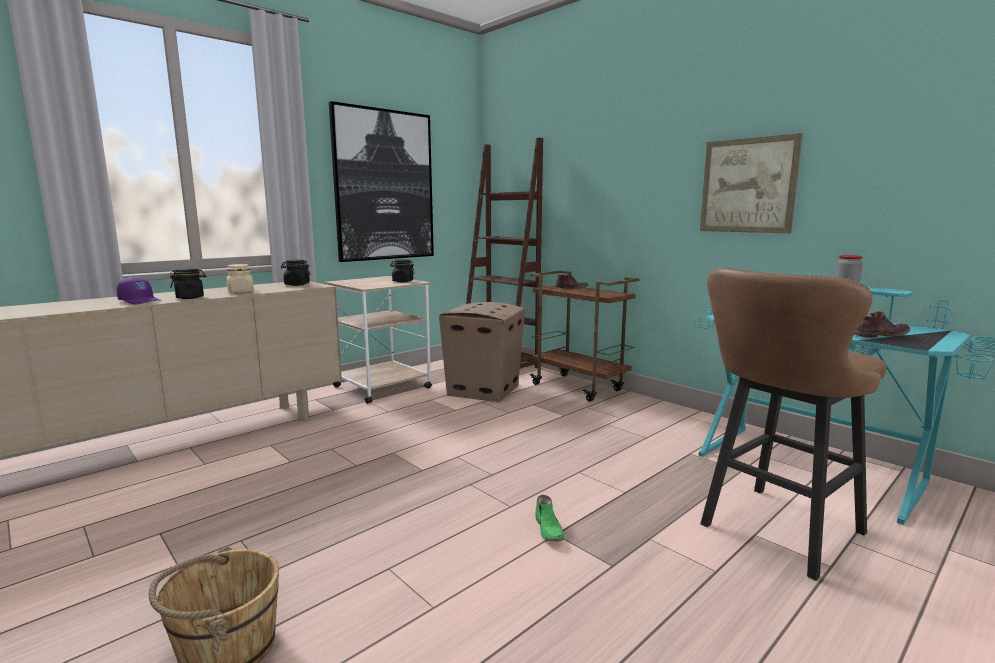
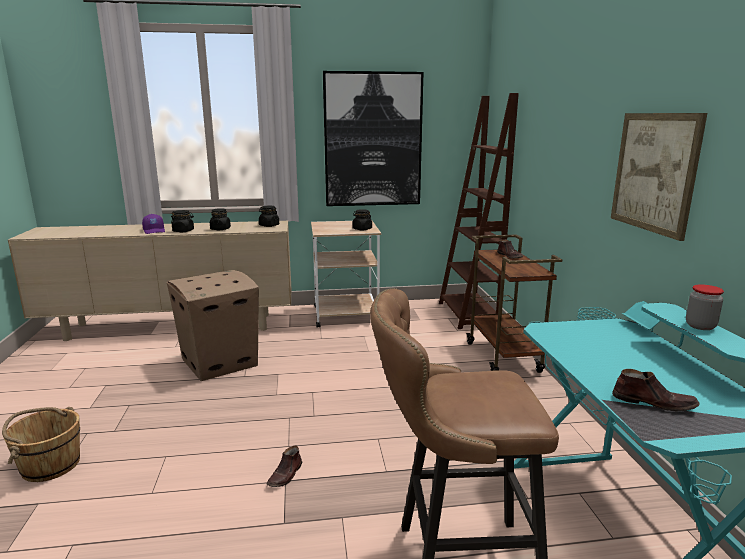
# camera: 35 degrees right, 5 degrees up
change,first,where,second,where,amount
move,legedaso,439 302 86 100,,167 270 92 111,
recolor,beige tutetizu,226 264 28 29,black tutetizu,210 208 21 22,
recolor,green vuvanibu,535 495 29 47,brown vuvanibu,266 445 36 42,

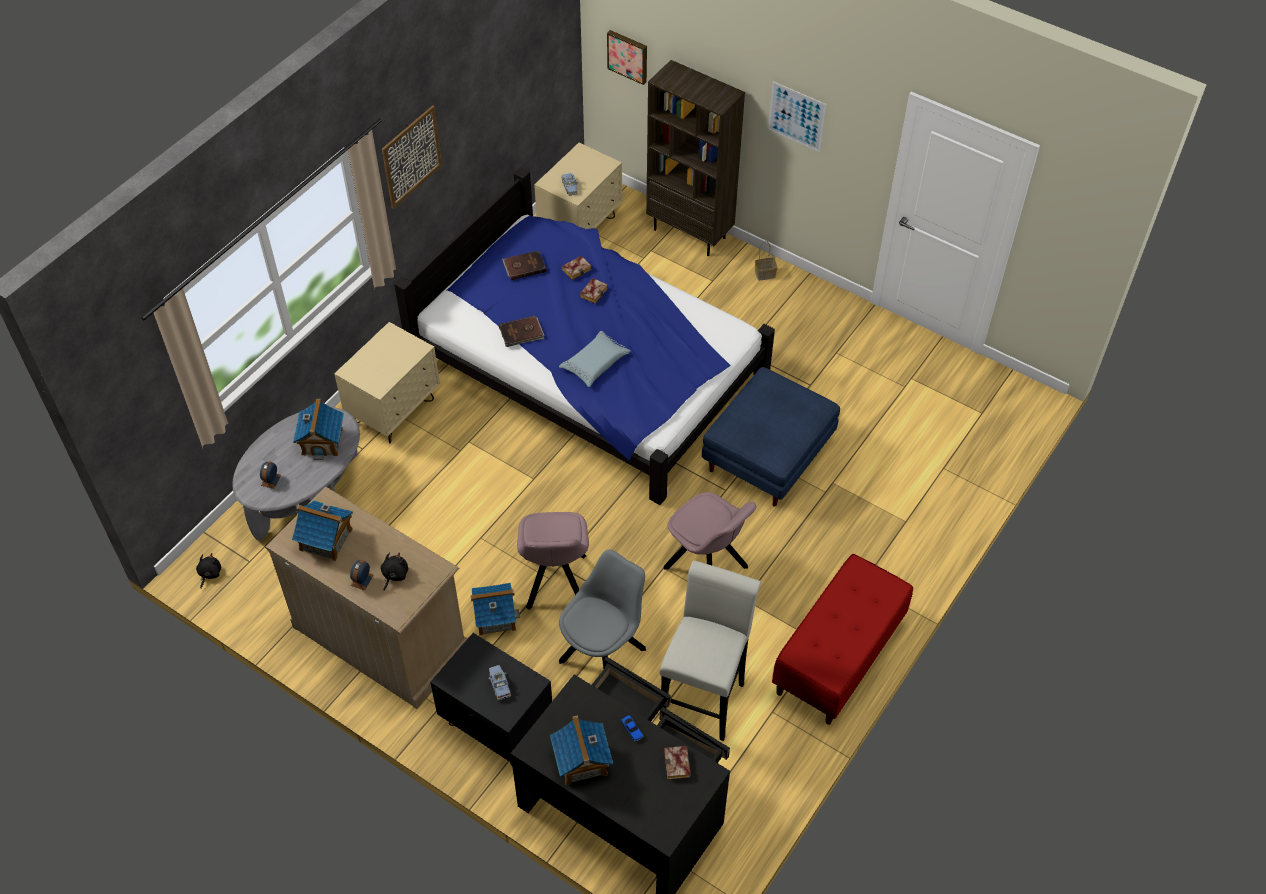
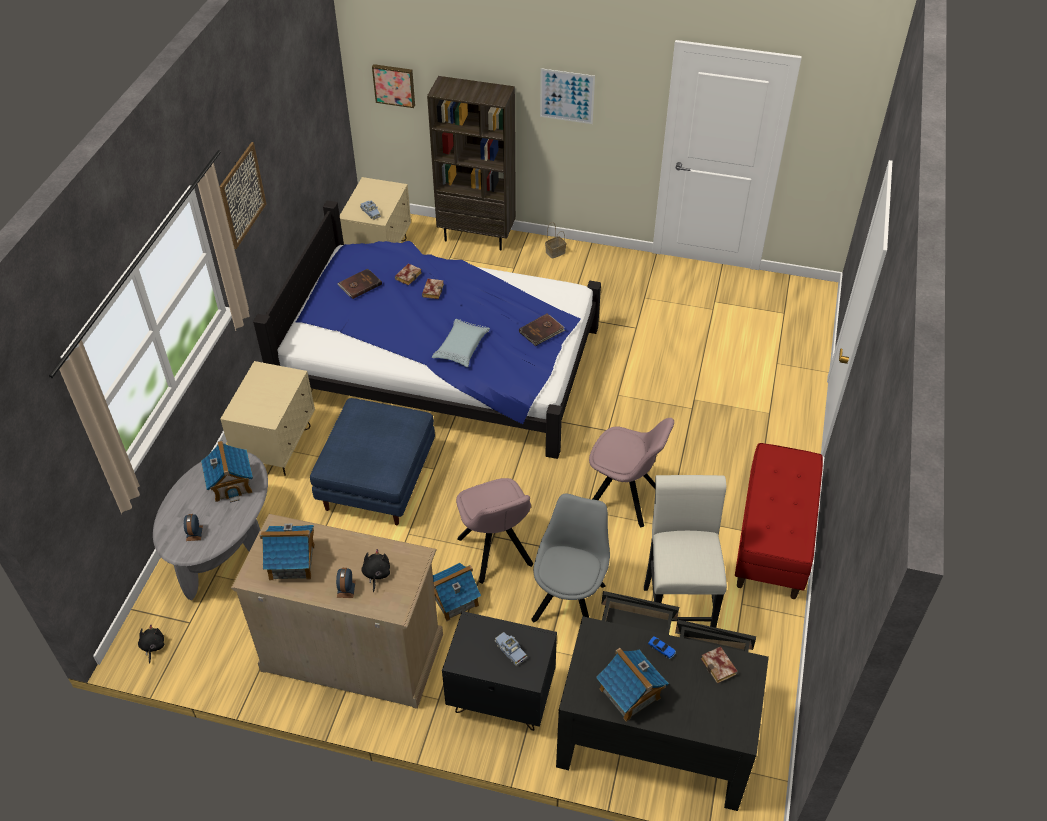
# camera: 20 degrees left, 5 degrees down
change,first,where,second,where,amount
move,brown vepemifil,499 316 46 31,,519 314 46 32,
move,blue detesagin,702 367 138 140,,310 398 125 127,

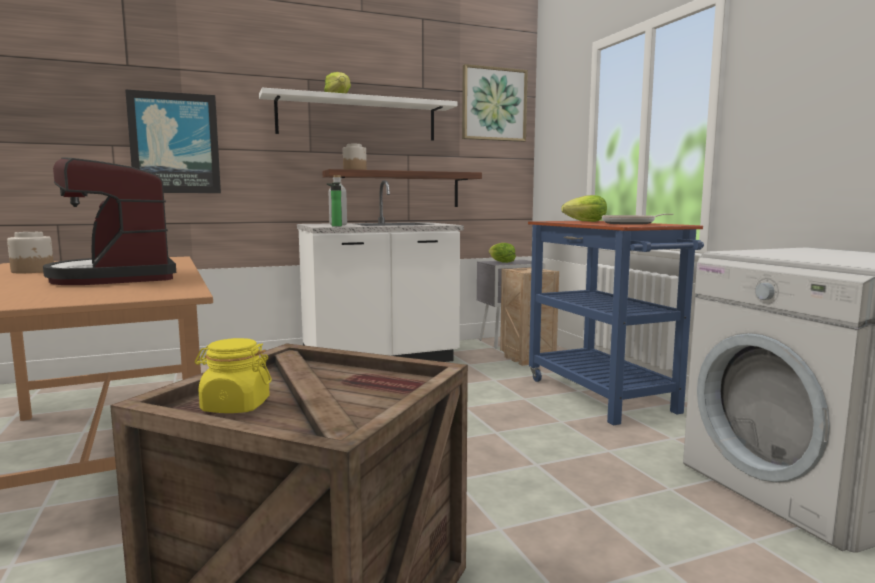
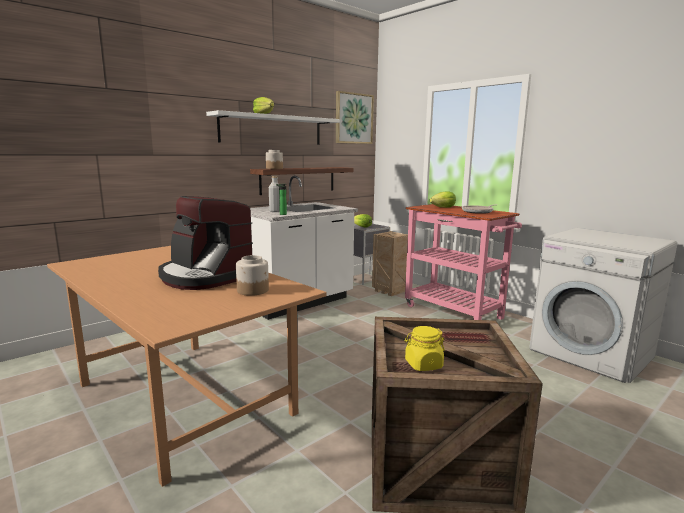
# camera: 20 degrees left, 5 degrees up
change,first,where,second,where,amount
delete,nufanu,125 89 96 104,,,
move,tutetizu,7 232 46 41,,236 255 33 41,
recolor,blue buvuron,528 221 176 204,pink buvuron,405 204 117 116,

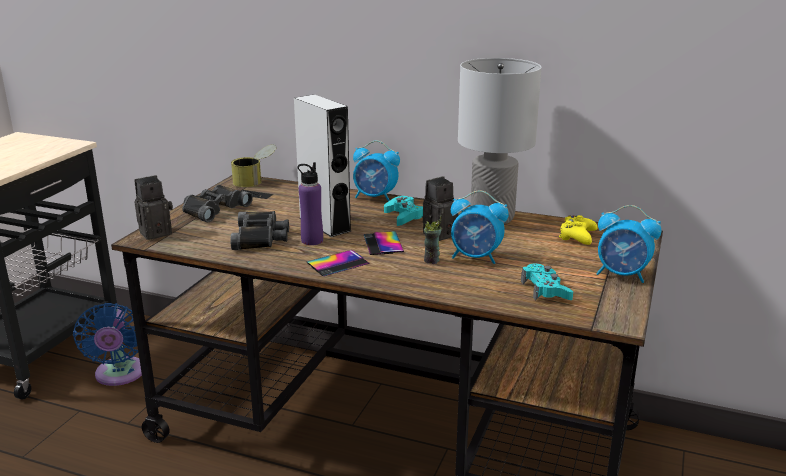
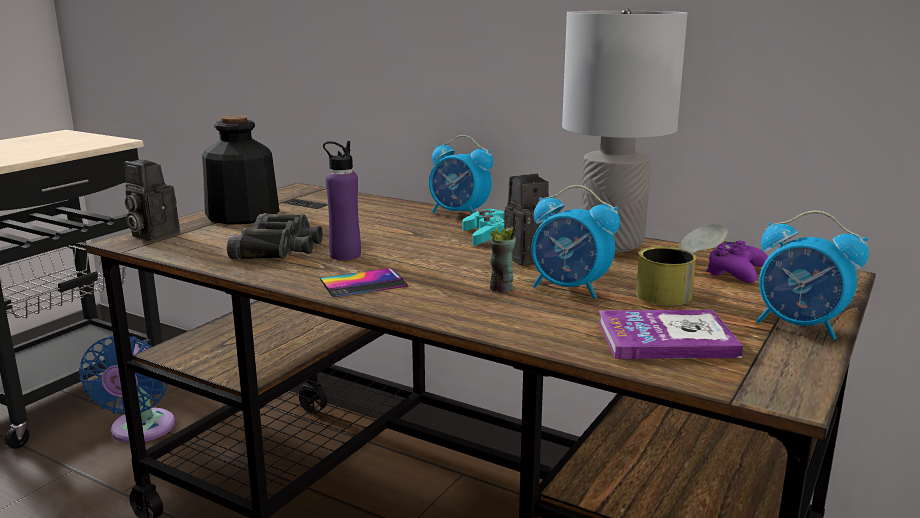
# camera: 10 degrees right, 5 degrees down
change,first,where,second,where,amount
delete,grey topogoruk,294 94 57 143,,,
delete,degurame,364 231 40 24,,,
move,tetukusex,231 144 46 43,,636 224 93 82,
replace,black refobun,182 185 71 37,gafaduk,202 115 77 110,
replace,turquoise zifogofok,521 263 52 38,vepemifil,598 310 145 49,
recolor,yellow zifogofok,559 215 39 30,purple zifogofok,706 241 62 42,
rotate,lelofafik,134 175 39 65,,124 160 56 81,120 degrees counterclockwise

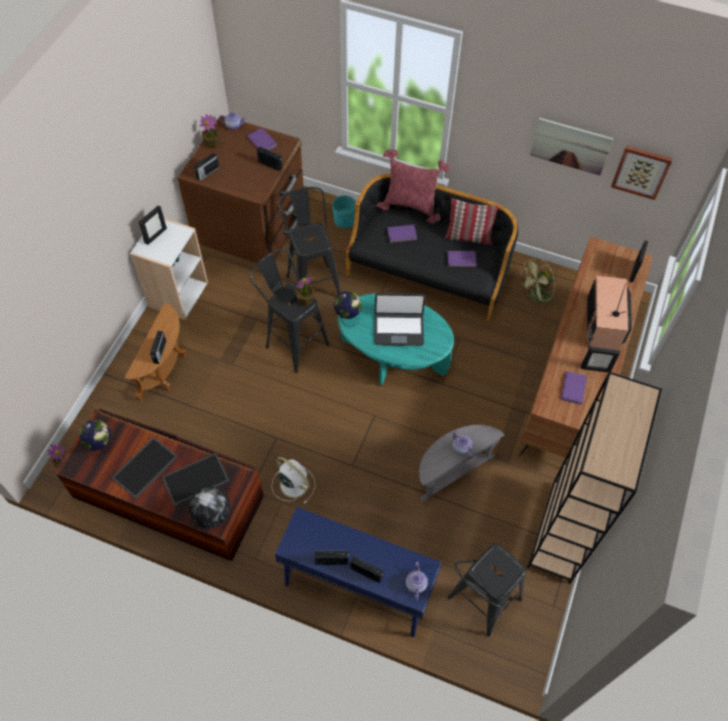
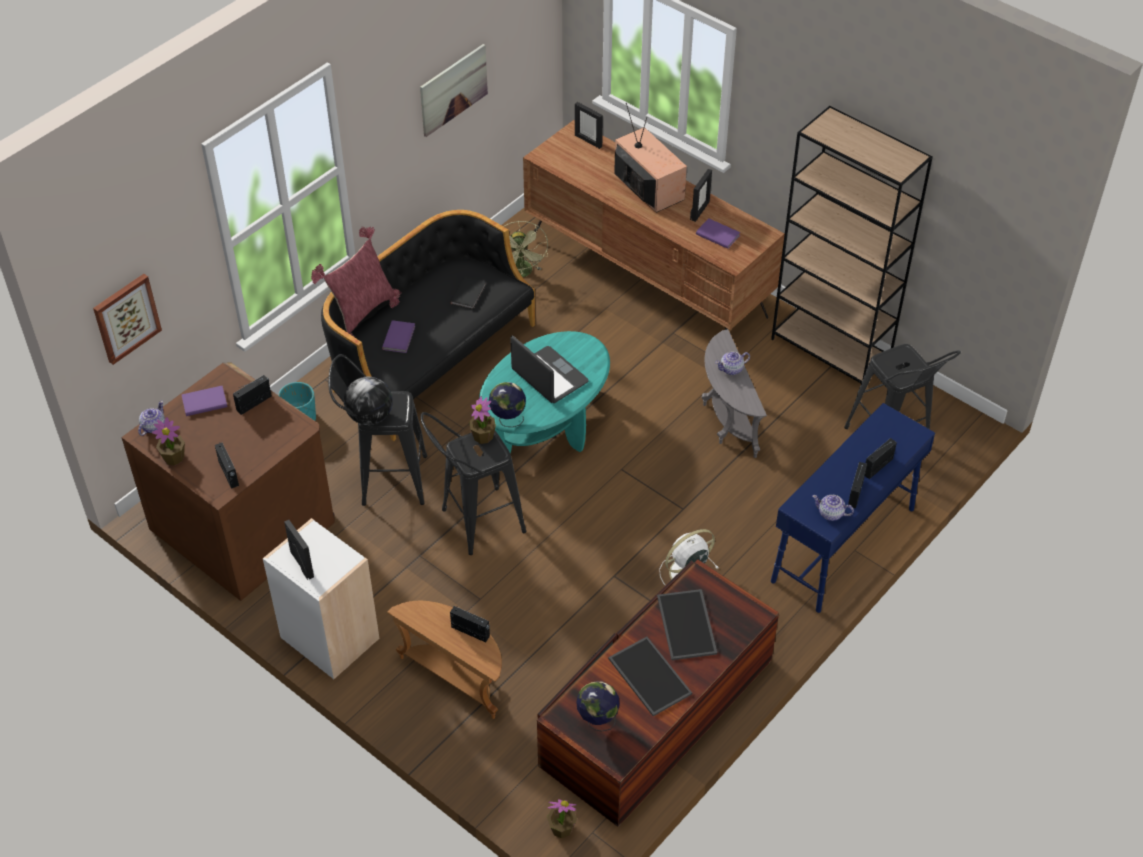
# camera: 70 degrees left, 10 degrees down
change,first,where,second,where,amount
delete,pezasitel,445 199 54 46,,,
move,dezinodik,189 487 41 41,,344 377 49 48,
move,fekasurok,406 562 22 38,,812 495 42 26,
move,nufanu,611 145 62 55,,93 274 69 91,
recolor,purple vepemifil,447 251 30 16,black vepemifil,450 277 36 33,
rotate,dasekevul,374 293 52 53,,510 335 79 68,60 degrees counterclockwise
rotate,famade,587 276 45 75,,614 103 73 110,150 degrees counterclockwise

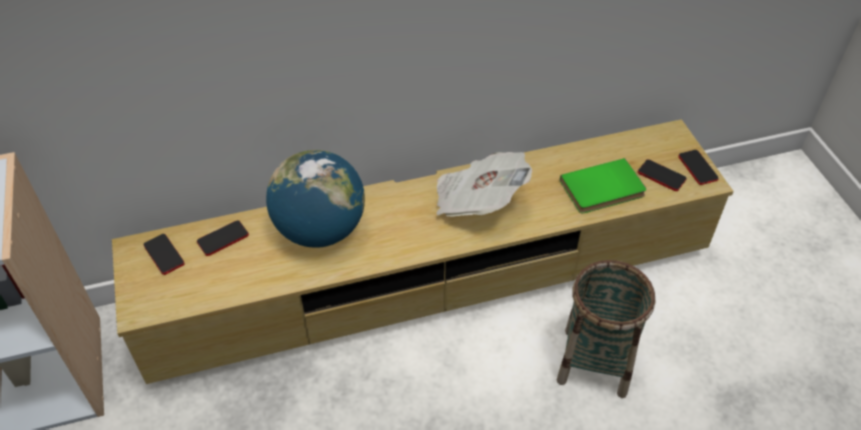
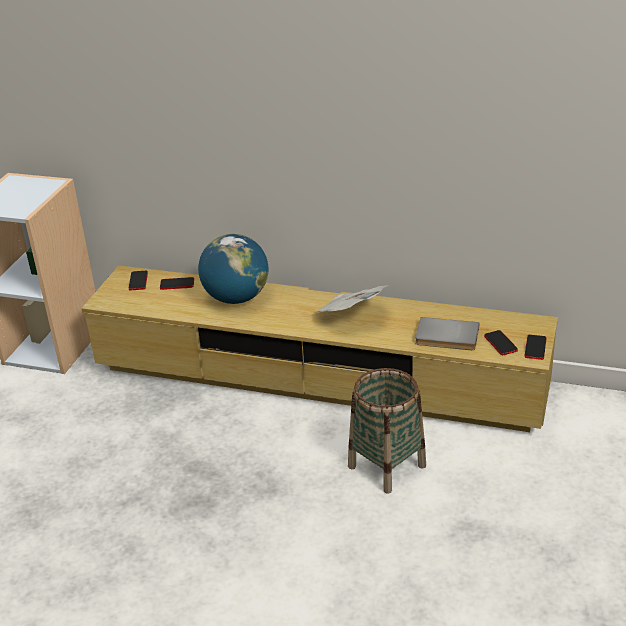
# camera: 35 degrees right, 15 degrees down
change,first,where,second,where,amount
recolor,green vepemifil,560 158 86 55,grey vepemifil,415 317 65 33,

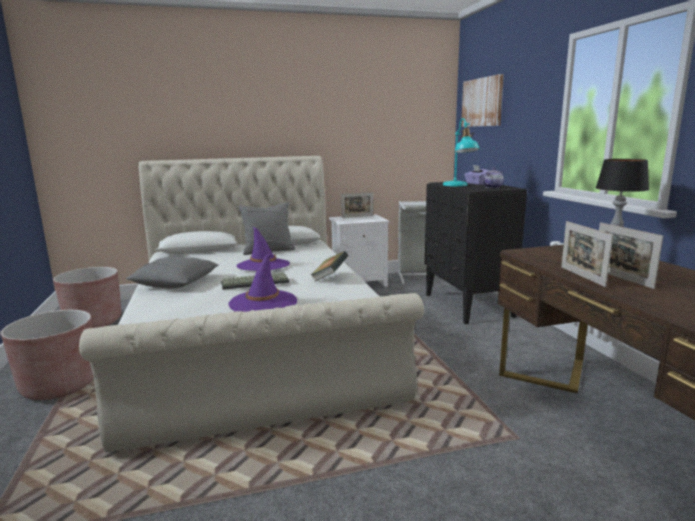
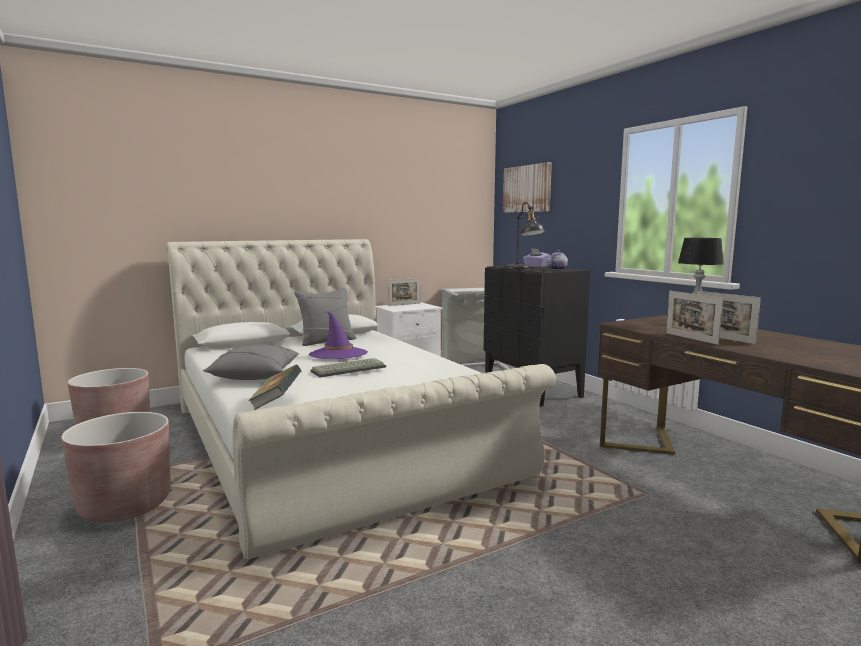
# camera: 15 degrees left, 5 degrees down
change,first,where,second,where,amount
delete,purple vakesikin,229 253 68 59,,,
move,vepemifil,311 251 37 31,,248 365 54 44,
recolor,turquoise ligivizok,443 118 37 68,grey ligivizok,505 202 40 67,

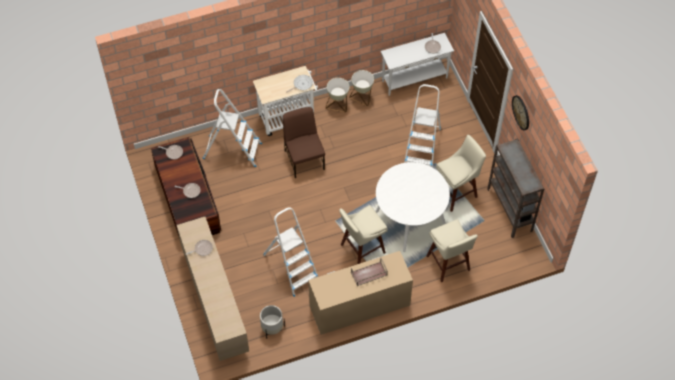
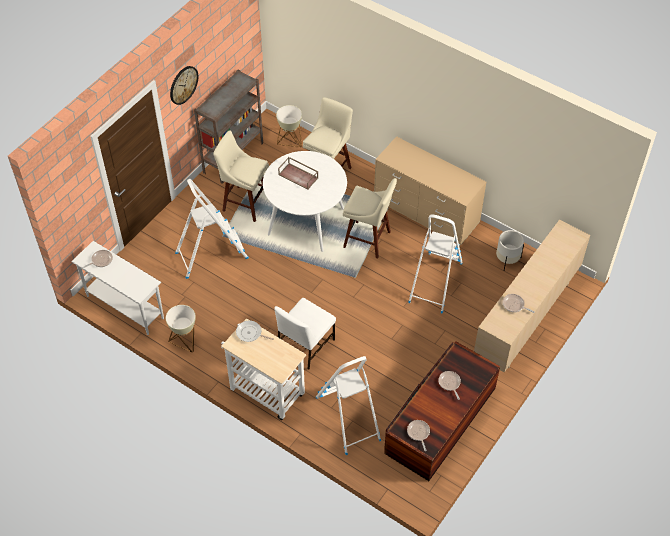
# camera: 125 degrees left, 5 degrees down
change,first,where,second,where,amount
move,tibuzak,326 78 23 34,,276 105 26 42,
move,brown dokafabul,351 258 37 28,,278 157 40 32,
recolor,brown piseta,283 107 42 71,white piseta,274 298 62 72,

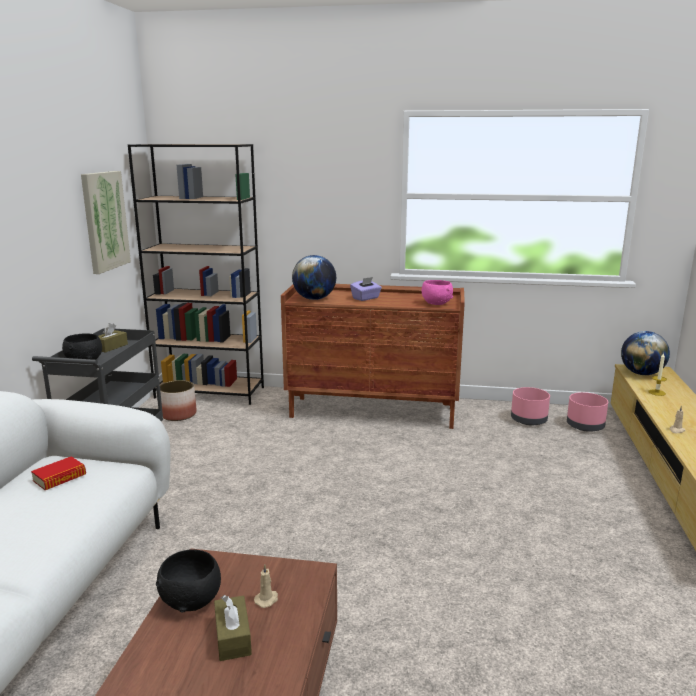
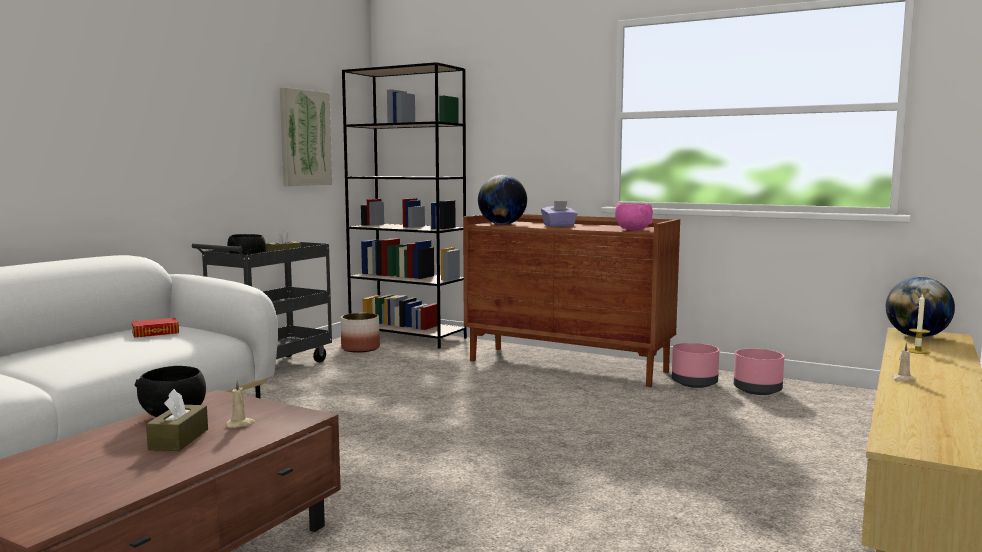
# camera: 20 degrees right, 10 degrees down
change,first,where,second,where,amount
move,pink tibuzak,567 392 41 40,,672 343 47 45,

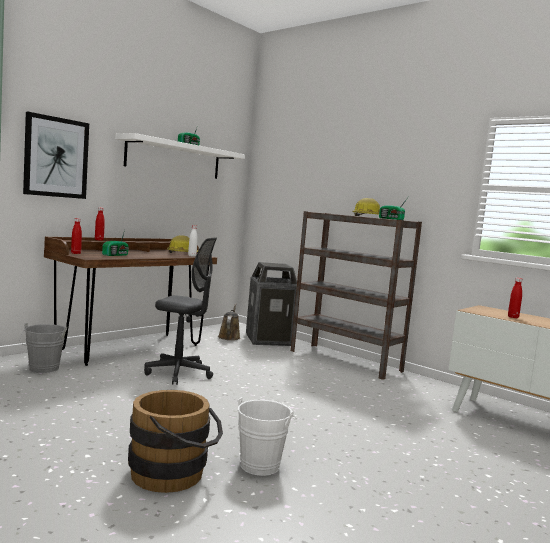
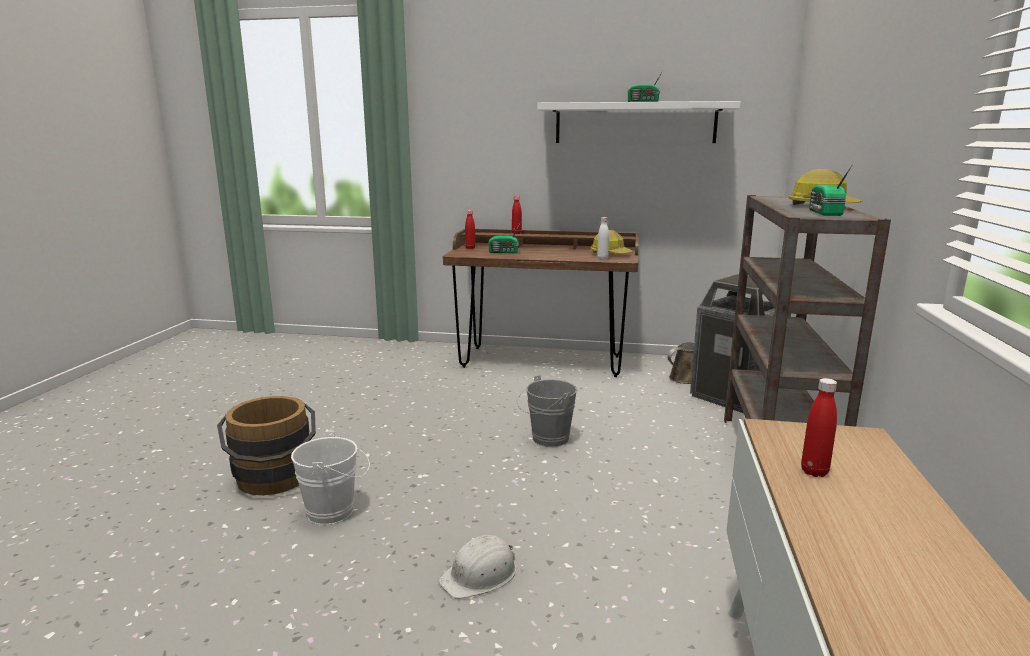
# camera: 60 degrees right, 10 degrees up
change,first,where,second,where,amount
delete,nufanu,23 112 66 87,,,
delete,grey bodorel,144 237 73 148,,,
insert,,,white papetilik,439 535 77 64,
move,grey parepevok,19 323 48 50,,517 375 60 72,

